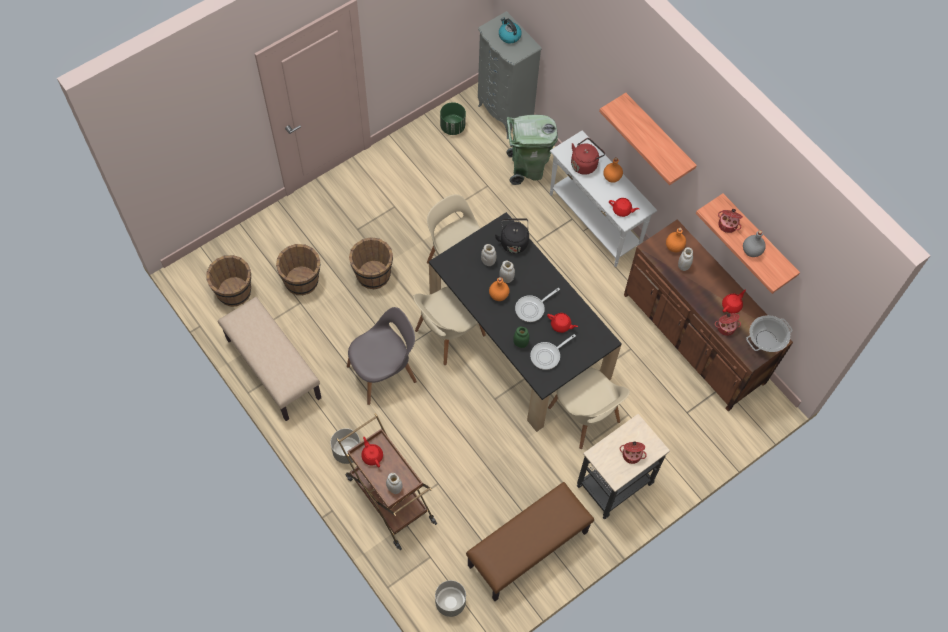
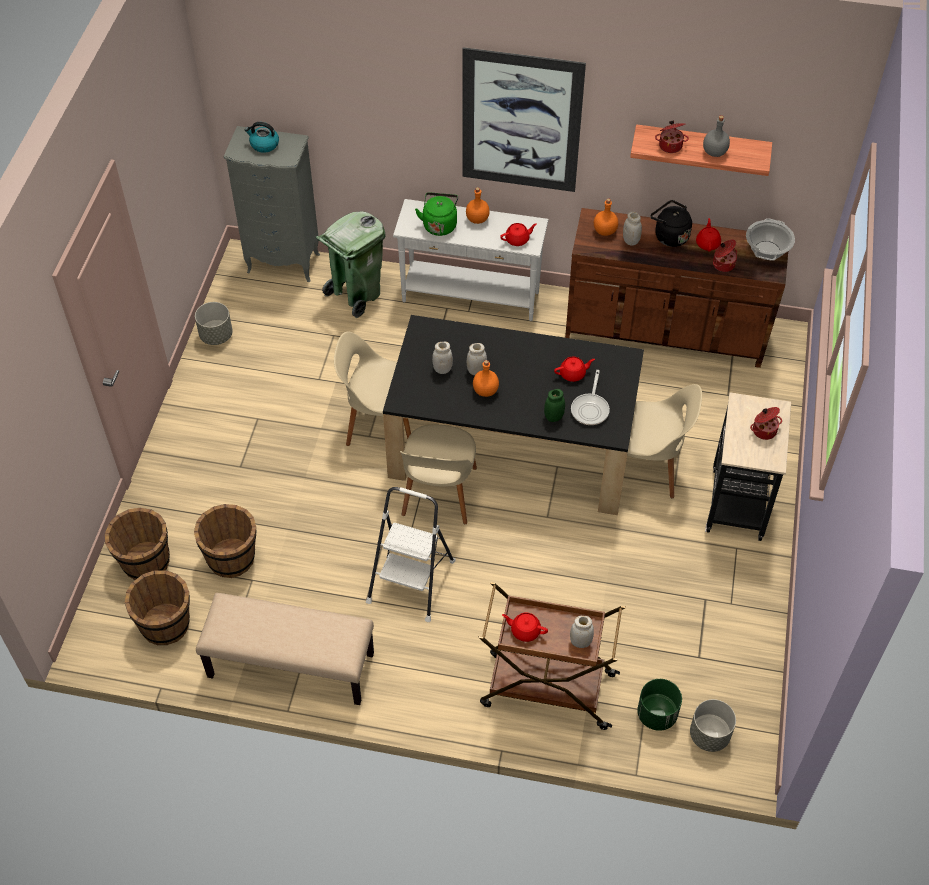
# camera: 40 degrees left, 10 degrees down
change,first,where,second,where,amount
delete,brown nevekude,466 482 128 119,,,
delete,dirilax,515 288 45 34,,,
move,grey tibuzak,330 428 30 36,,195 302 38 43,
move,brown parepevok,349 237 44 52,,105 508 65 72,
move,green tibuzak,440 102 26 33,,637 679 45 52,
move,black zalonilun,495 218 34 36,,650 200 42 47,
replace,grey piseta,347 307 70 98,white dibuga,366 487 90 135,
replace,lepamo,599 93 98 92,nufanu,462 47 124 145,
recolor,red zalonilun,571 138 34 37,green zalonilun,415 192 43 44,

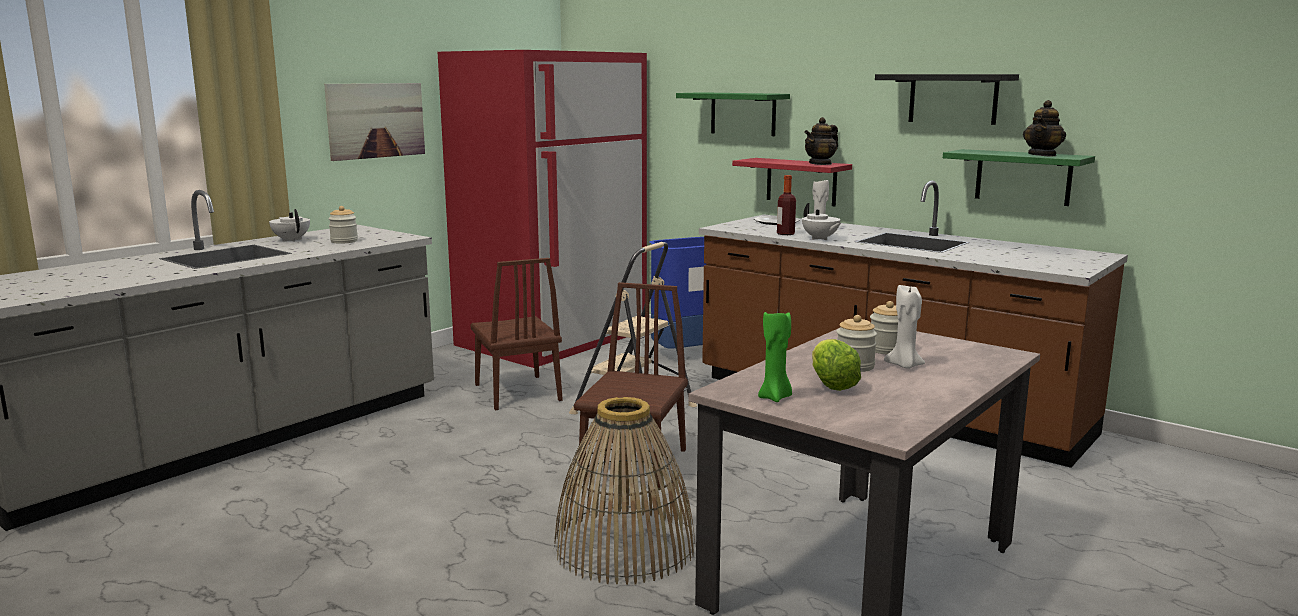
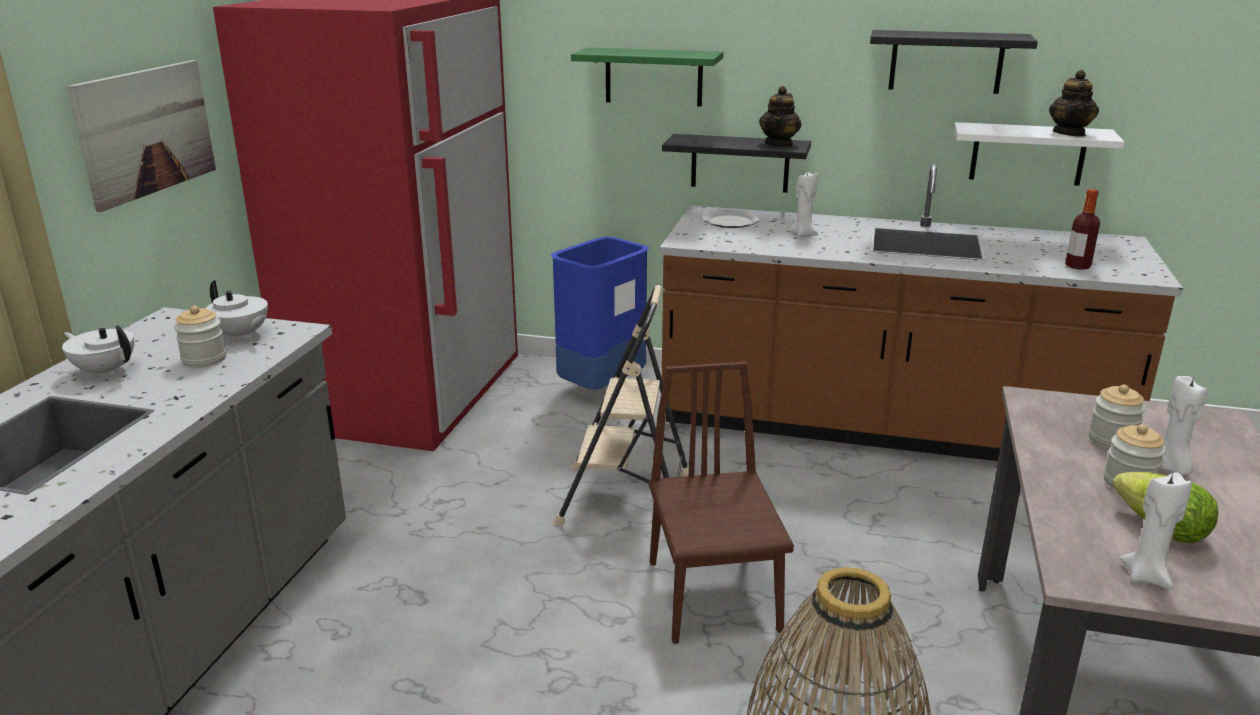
# camera: 25 degrees left, 10 degrees up
change,first,where,second,where,amount
delete,brown piseta,471 258 92 152,,,
move,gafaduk,777 175 19 60,,1065 189 35 81,
move,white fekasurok,802 203 39 37,,206 280 62 60,
recolor,red lepamo,732 158 120 49,black lepamo,662 134 149 59,
recolor,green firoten,758 308 34 94,white firoten,1120 472 72 117,
recolor,green lepamo,943 149 152 57,white lepamo,954 122 171 64,

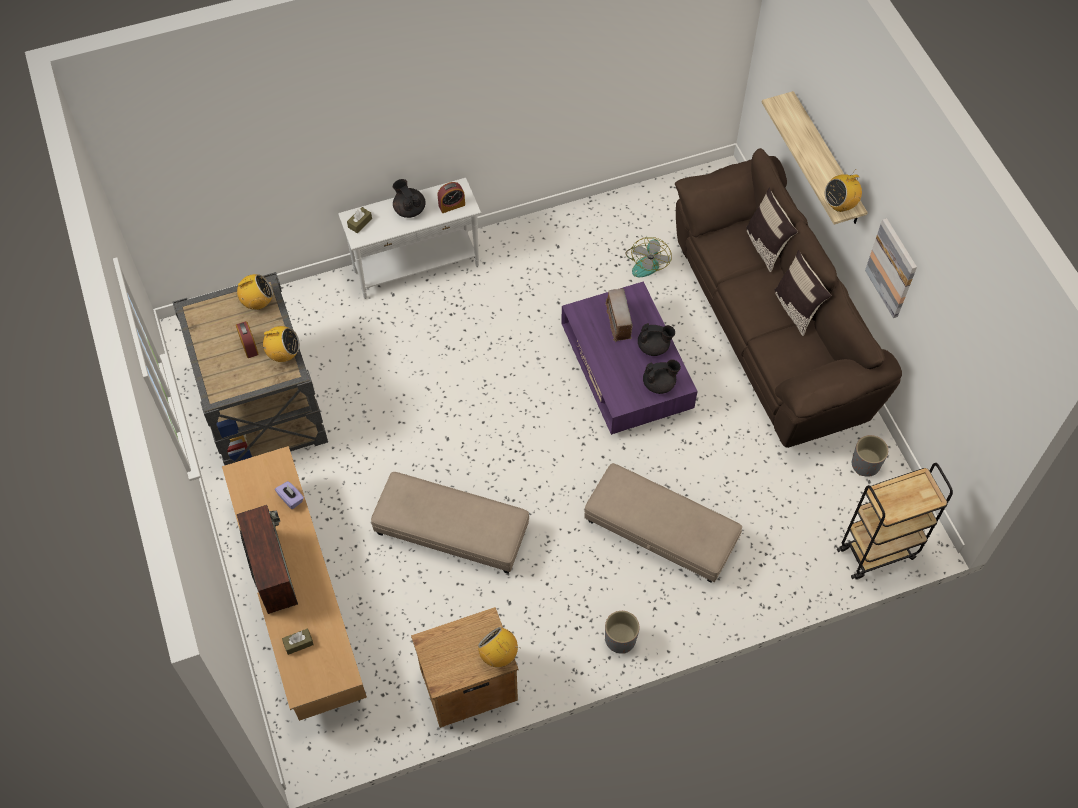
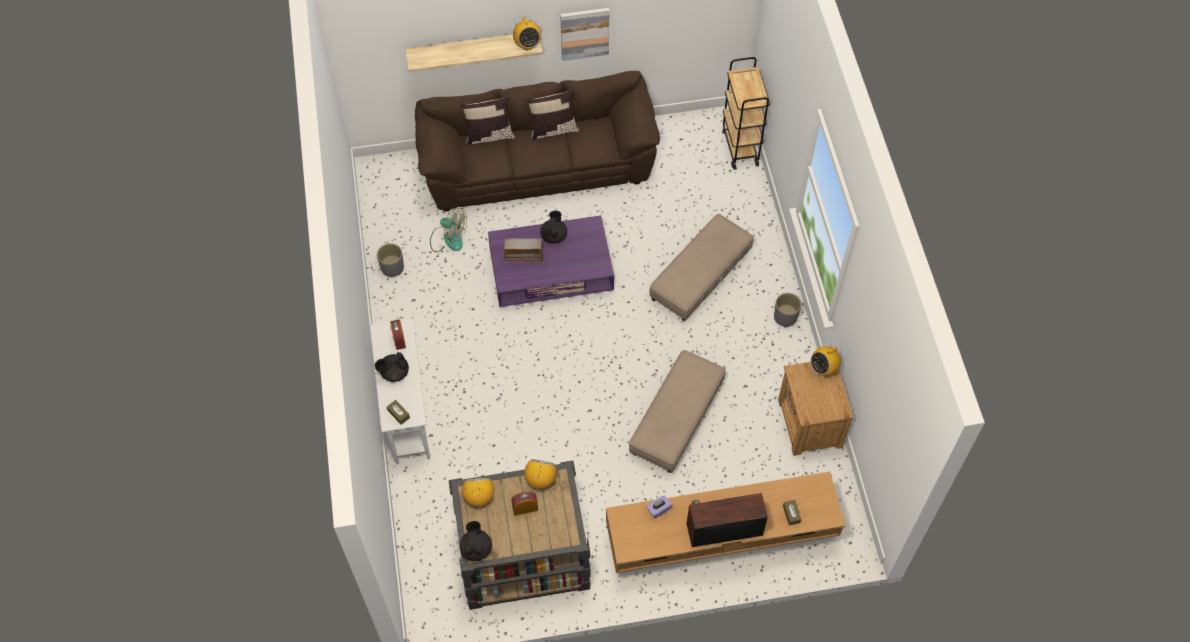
# camera: 80 degrees left, 0 degrees up
change,first,where,second,where,amount
move,black fekasurok,643 359 38 35,,459 521 33 40,
move,grey tibuzak,852 435 36 42,,377 243 27 34,

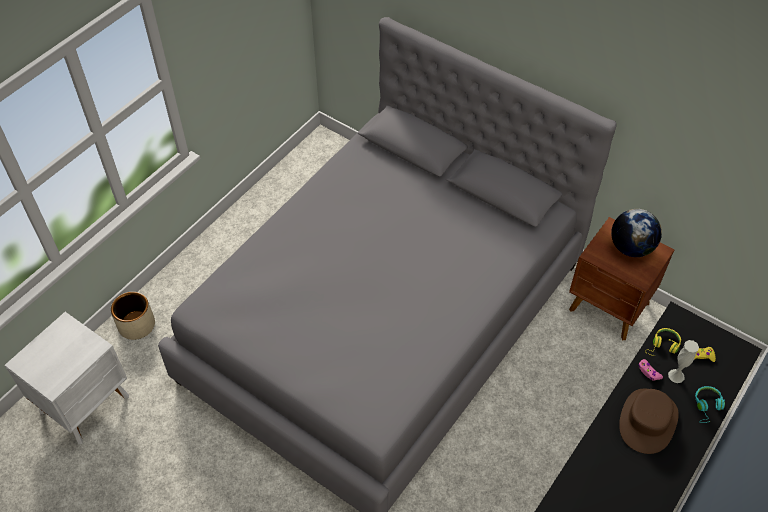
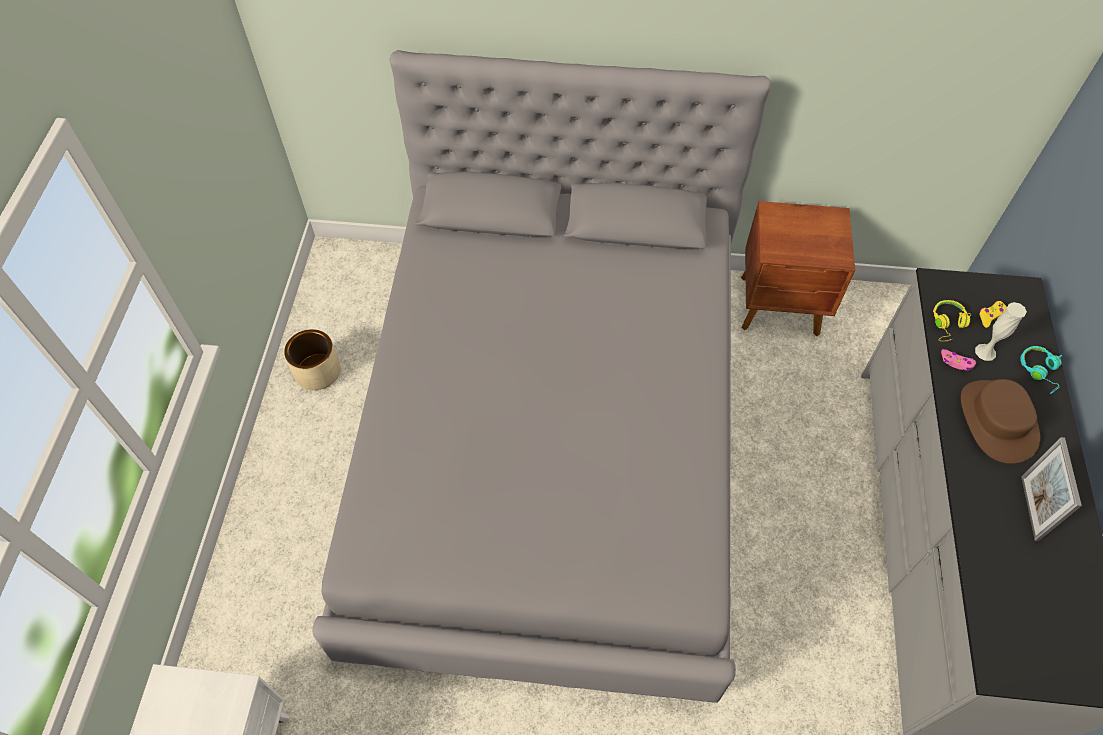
# camera: 30 degrees left, 5 degrees up
change,first,where,second,where,amount
delete,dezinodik,611 209 51 48,,,
insert,,,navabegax,1021 437 61 104,
move,beige tibuzak,111 292 44 48,,284 329 57 61,

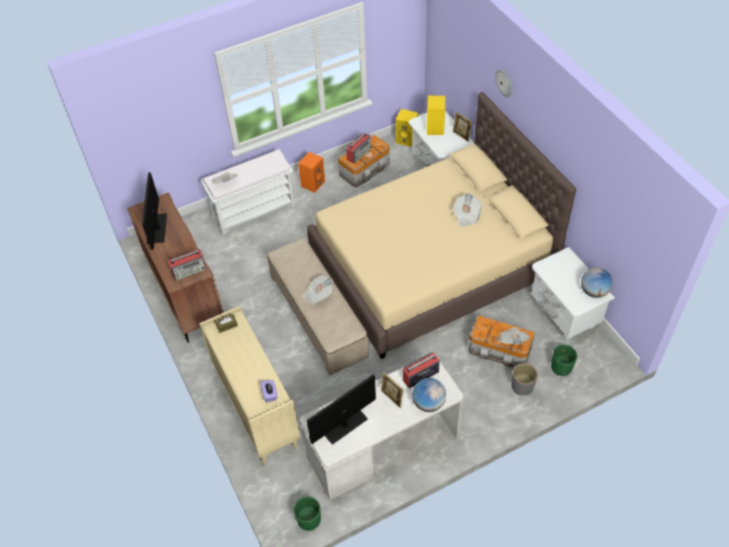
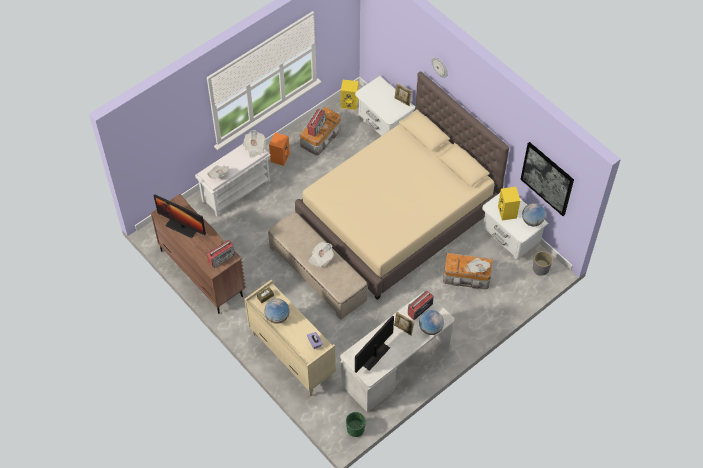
# camera: 15 degrees left, 5 degrees up
change,first,where,second,where,amount
delete,green tibuzak,551 345 26 31,,,
insert,,,dezinodik,265 299 24 25,
insert,,,nufanu,520 142 54 74,
move,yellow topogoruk,427 96 18 39,,498 187 22 34,
move,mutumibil,453 193 29 34,,243 130 23 28,
move,grey tibuzak,511 363 27 33,,533 251 20 25,
rotate,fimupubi,142 172 25 78,,154 194 52 44,45 degrees counterclockwise

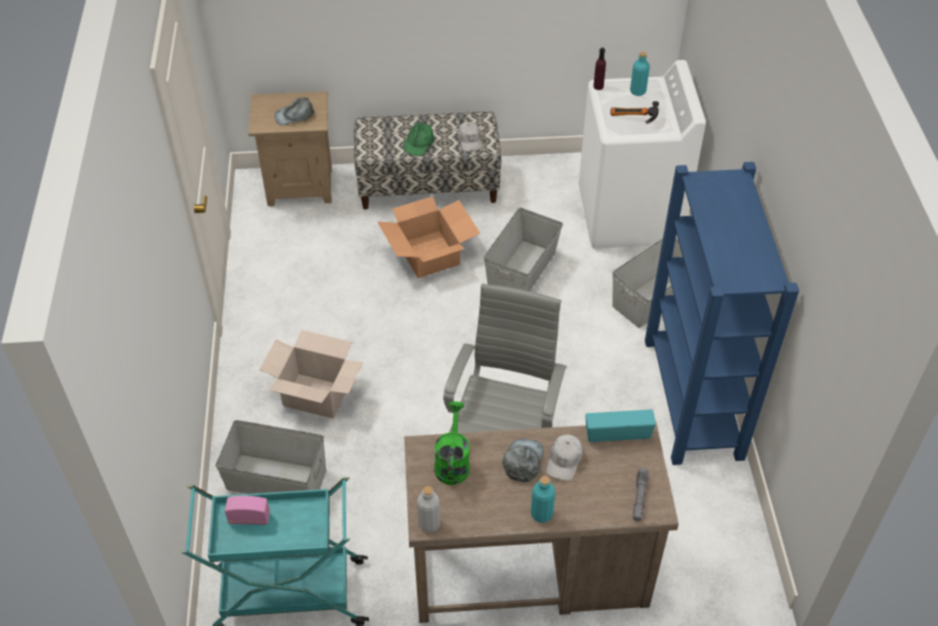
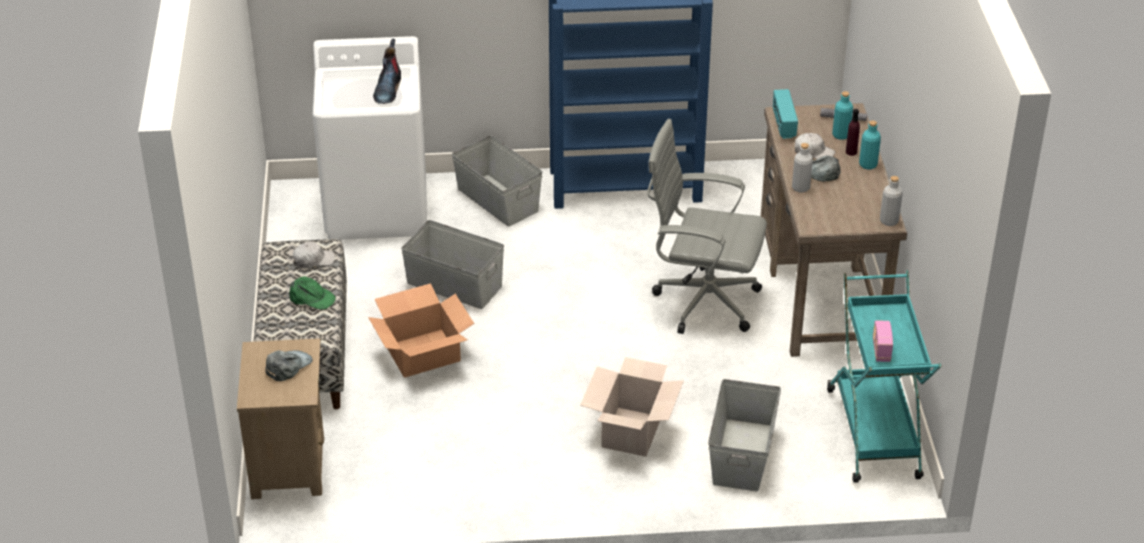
# camera: 90 degrees left, 10 degrees down
change,first,where,second,where,amount
delete,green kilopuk,434 401 36 84,,,
insert,,,grey gafaduk,792 143 21 50,
move,purple gafaduk,593 48 13 42,,846 109 14 47,
move,turquoise gafaduk,630 52 20 44,,832 91 21 49,
replace,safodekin,610 101 49 23,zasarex,373 39 28 65,
rotate,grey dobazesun,275 97 39 29,,265 350 48 31,120 degrees counterclockwise

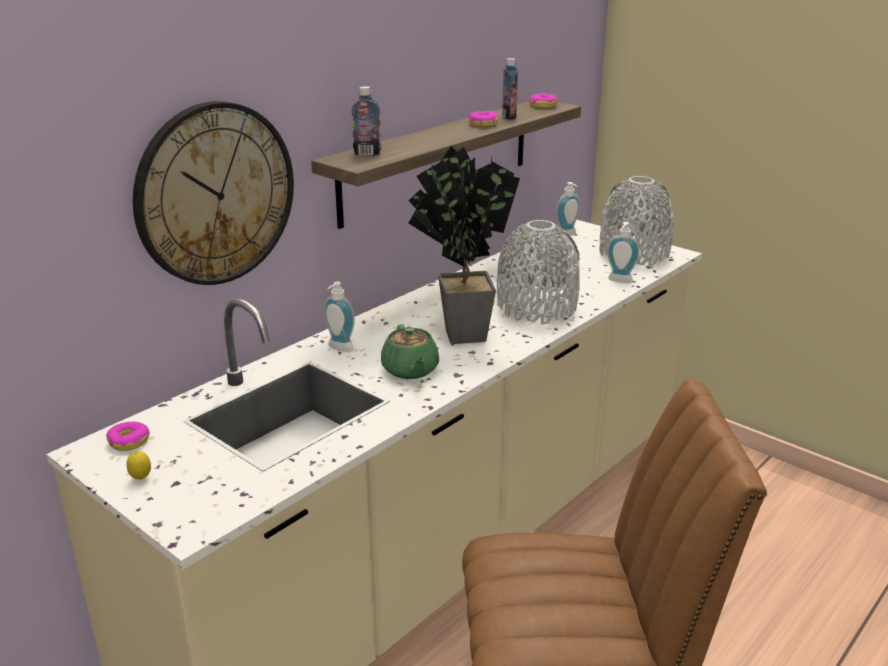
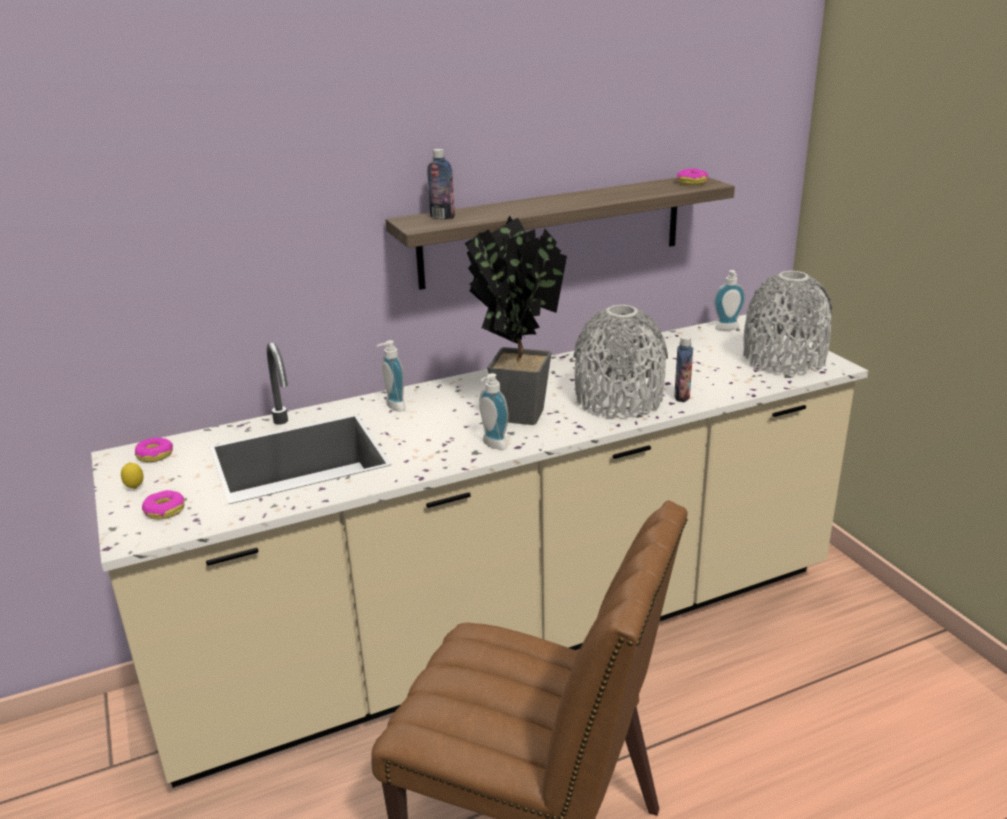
# camera: 25 degrees right, 0 degrees up
change,first,where,second,where,amount
delete,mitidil,133 101 161 184,,,
delete,green fekasurok,381 324 58 55,,,
move,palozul,469 111 30 16,,142 490 43 29,
move,gafaduk,502 58 16 62,,674 336 19 66,
move,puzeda,607 222 33 61,,479 373 30 77,

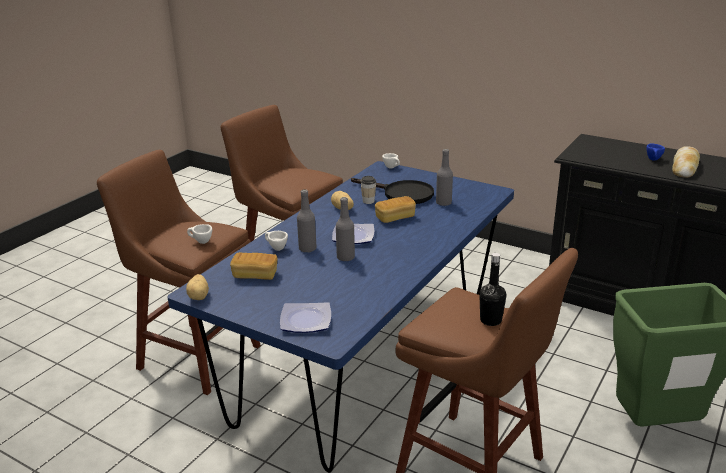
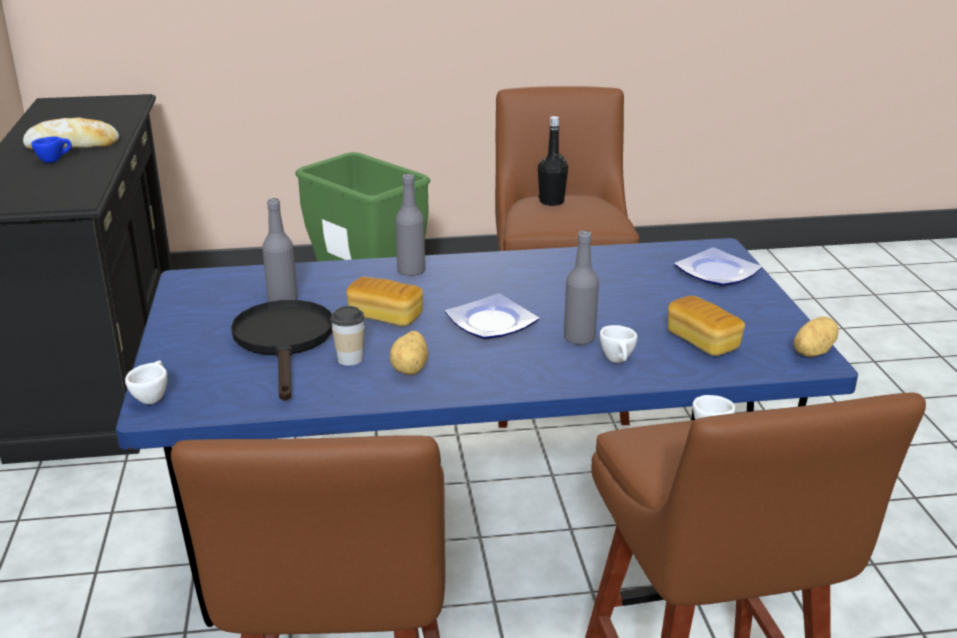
# camera: 130 degrees left, 0 degrees up
change,first,where,second,where,amount
move,grey gafaduk,336 197 19 65,,395 174 30 103,

